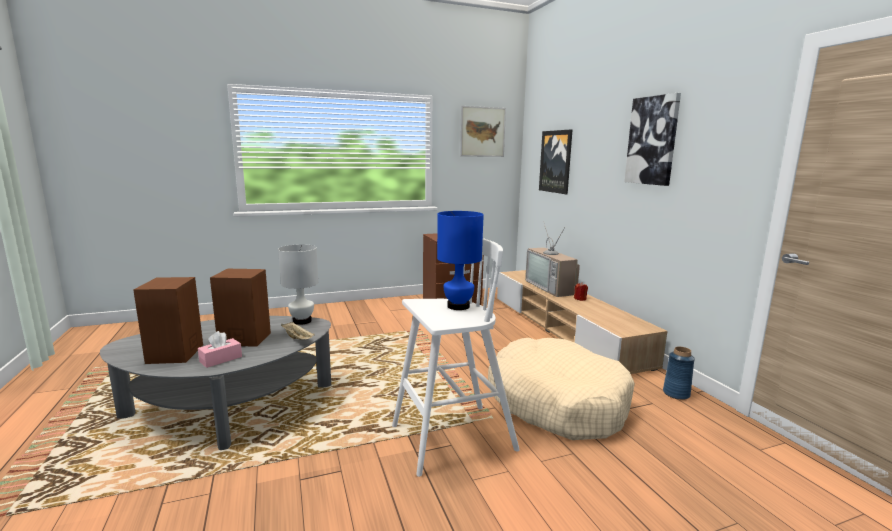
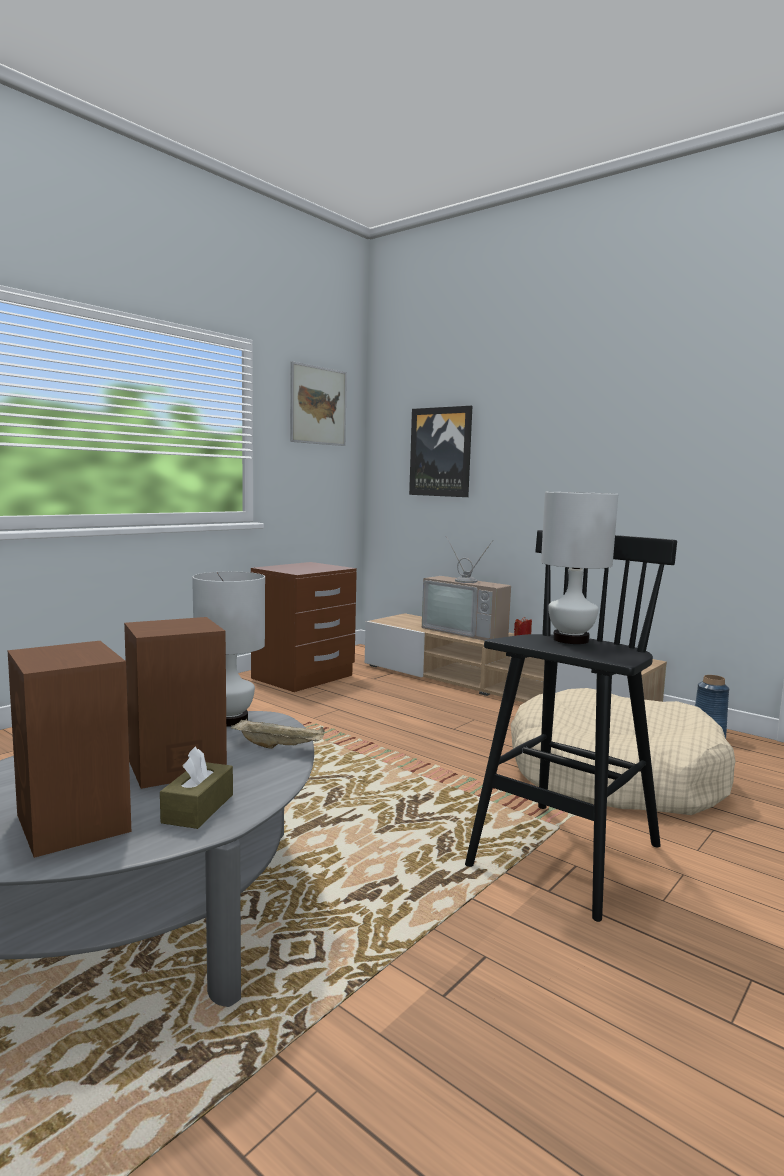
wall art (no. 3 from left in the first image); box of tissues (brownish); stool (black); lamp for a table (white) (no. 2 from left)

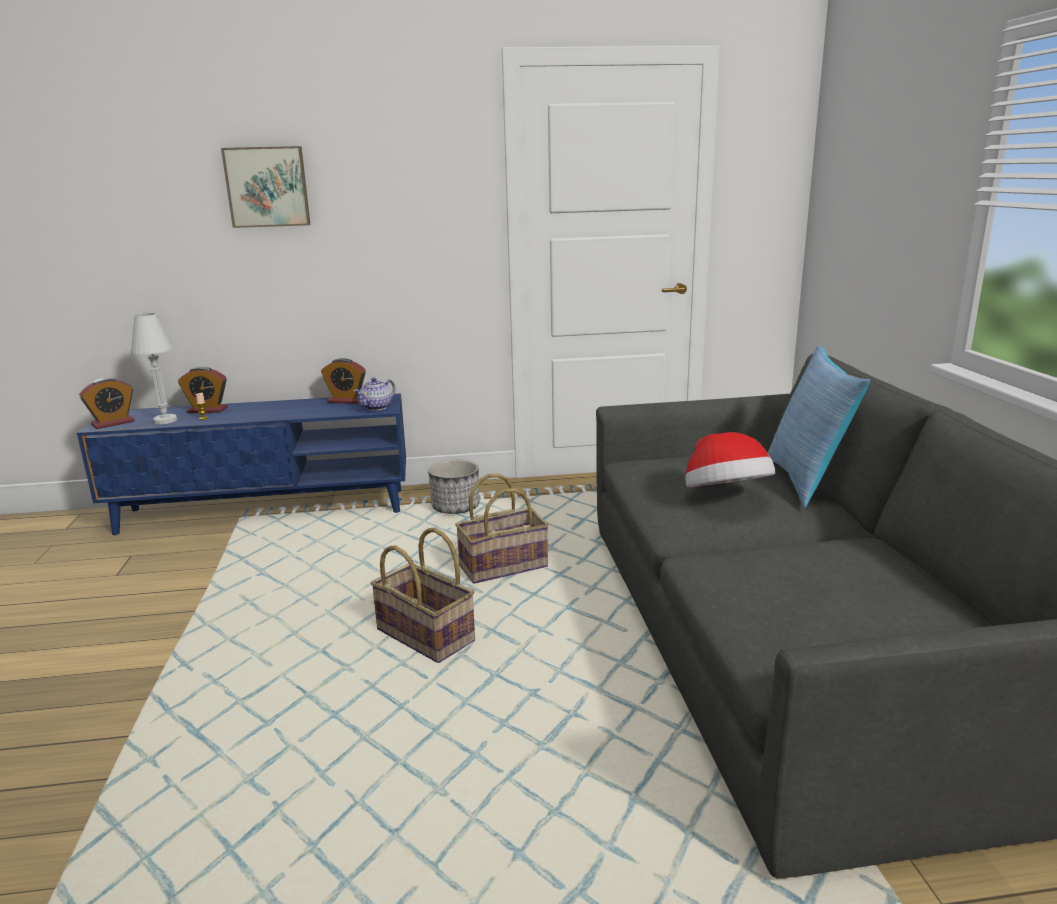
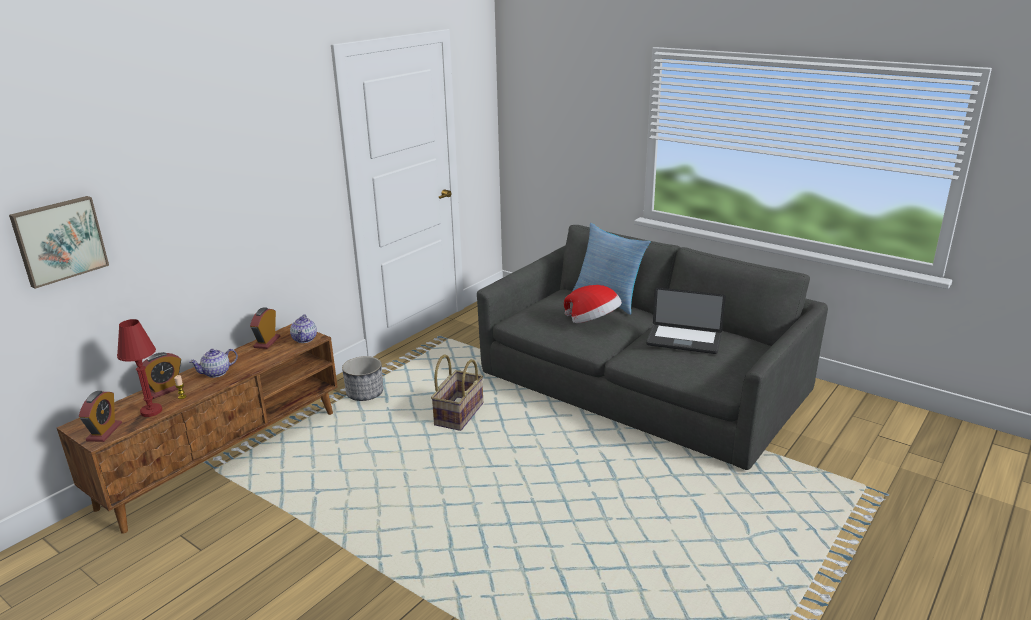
household basket (no. 1 from left in the first image); pot for tea (no. 1 from left); portable computer; wall art; tv stand (brownish); lamp for a table (reddish); alarm clock (no. 3 from left)

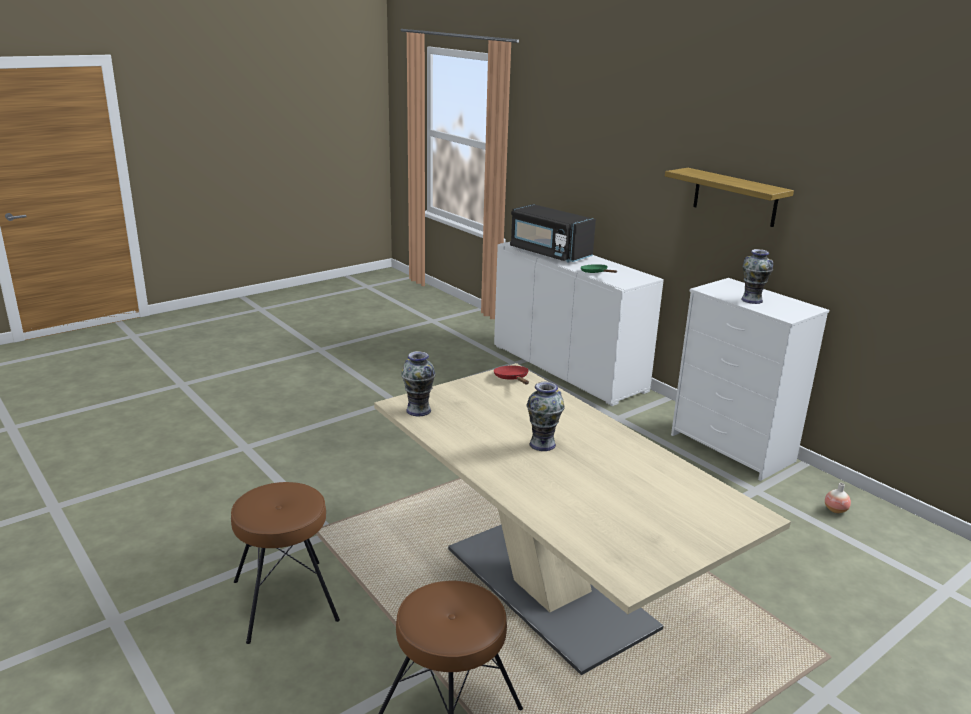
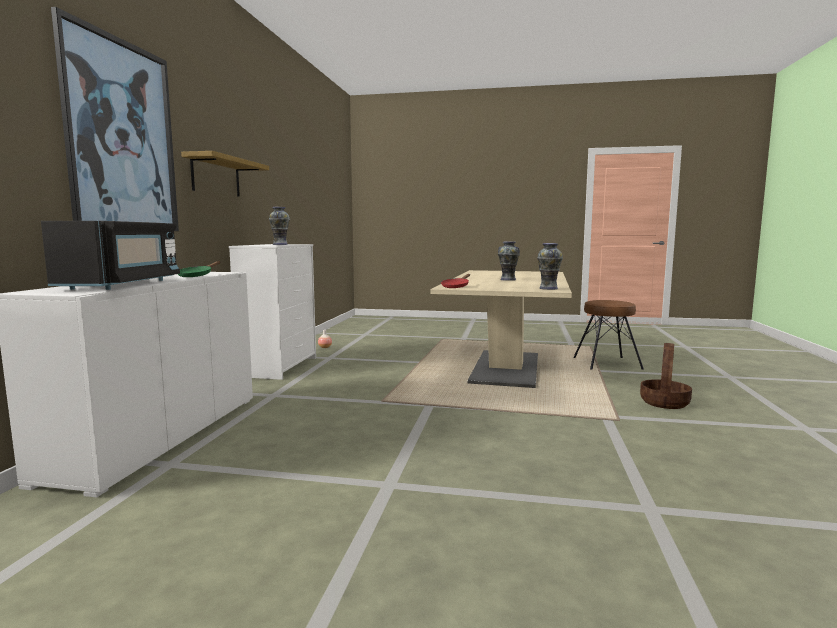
wall art; household basket

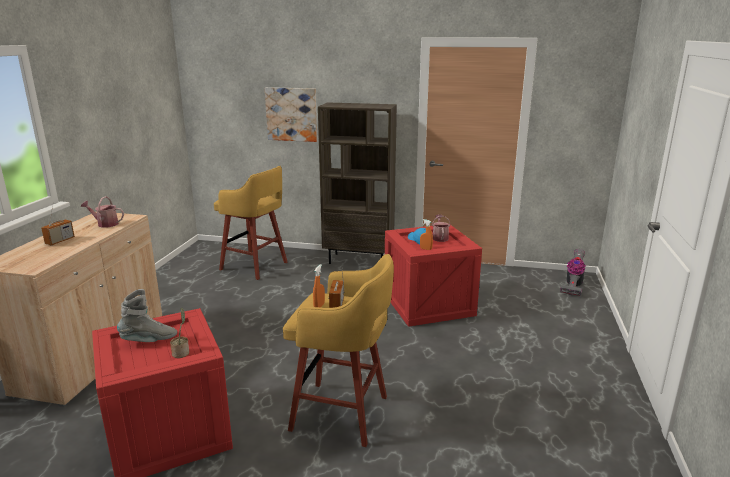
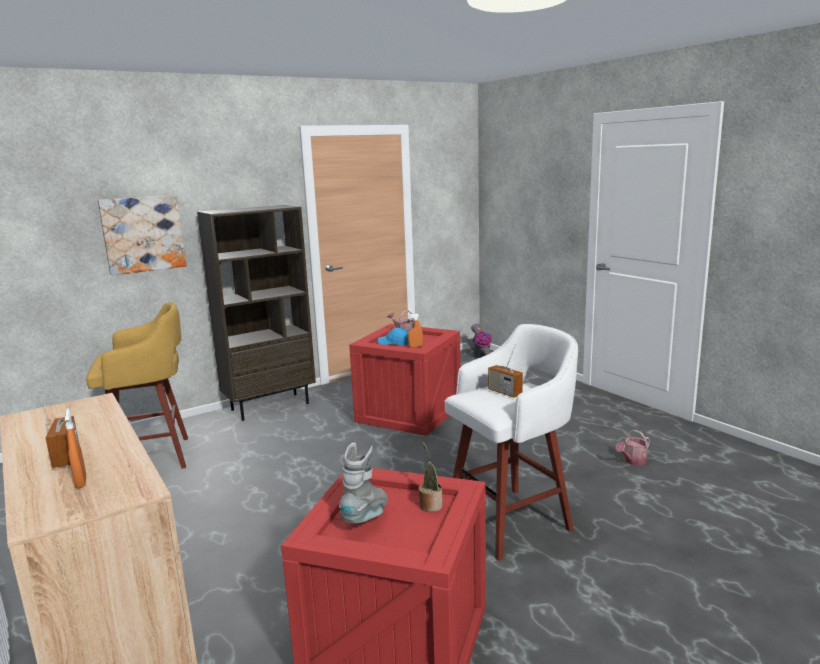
watering pot (no. 2 from left); hand sprayer (orange) (no. 1 from left); stool (white)

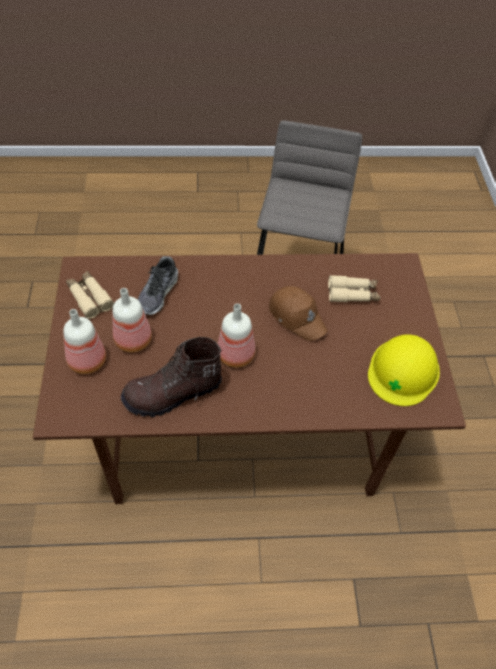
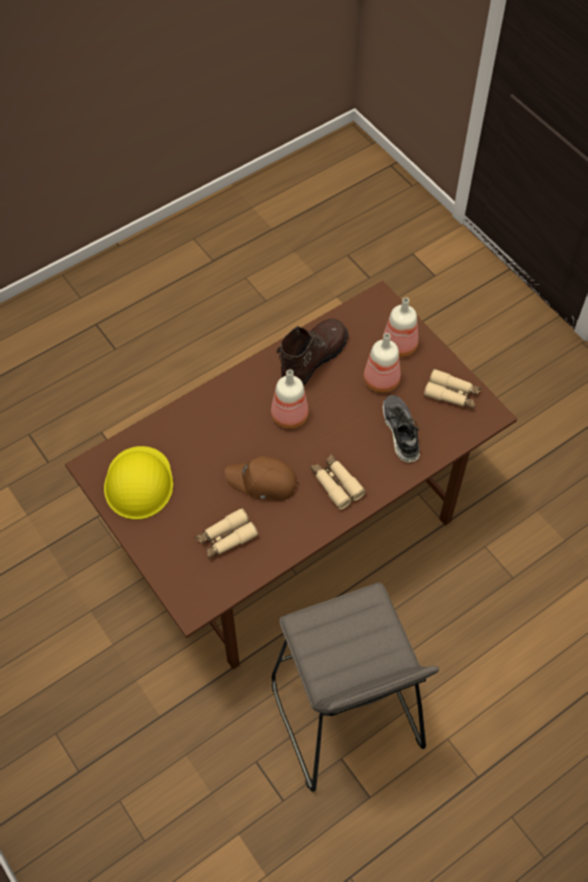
pair of binoculars (sand-coloured) (no. 2 from left)

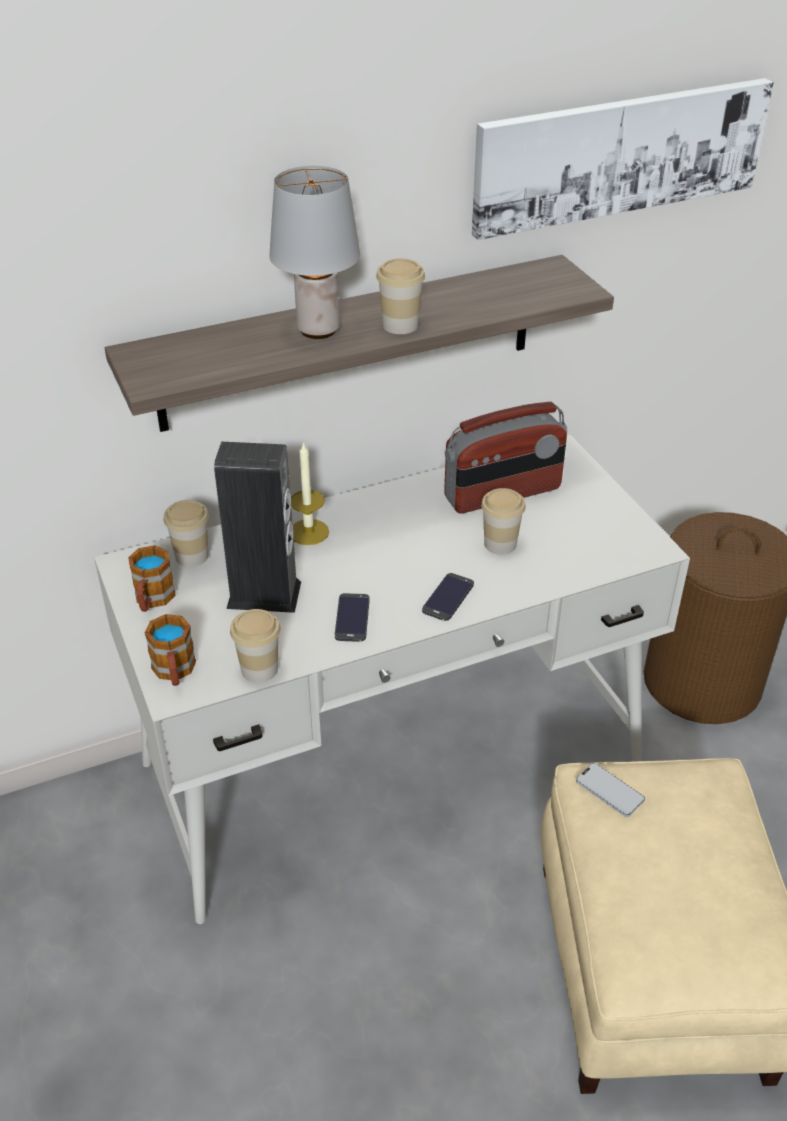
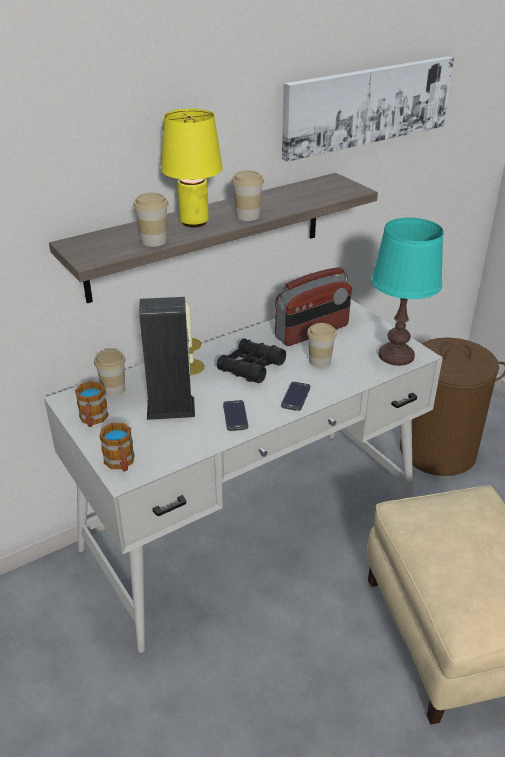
telephone (no. 3 from left in the first image); pair of binoculars (black); lamp for a table (turquoise-coloured); small cup (no. 2 from left); lamp for a table (yellow)

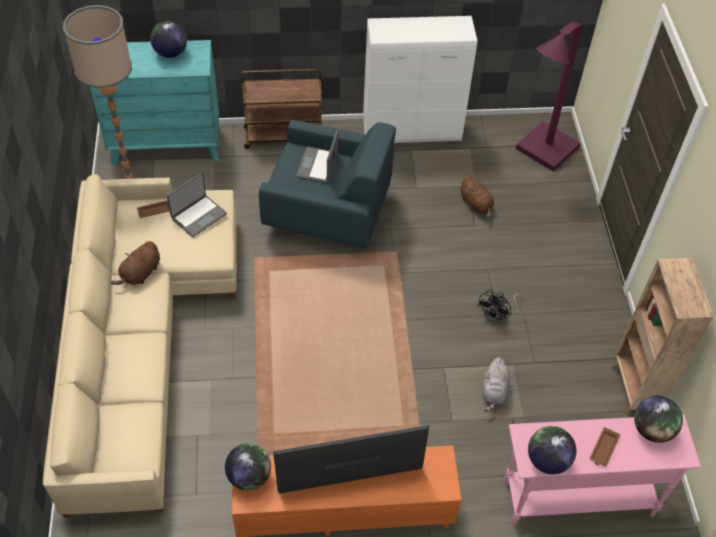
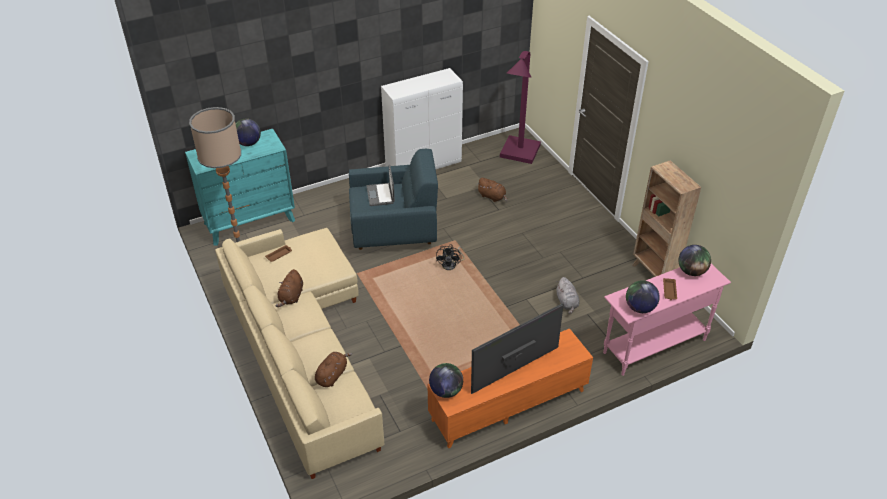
portable computer (no. 1 from left in the first image); cart (brownish); cuddly toy (brownish) (no. 2 from left); electric fan (black)

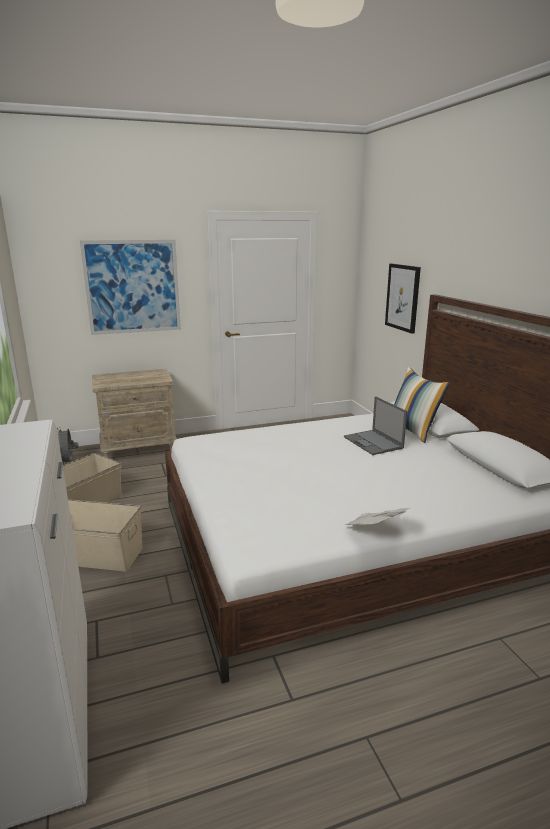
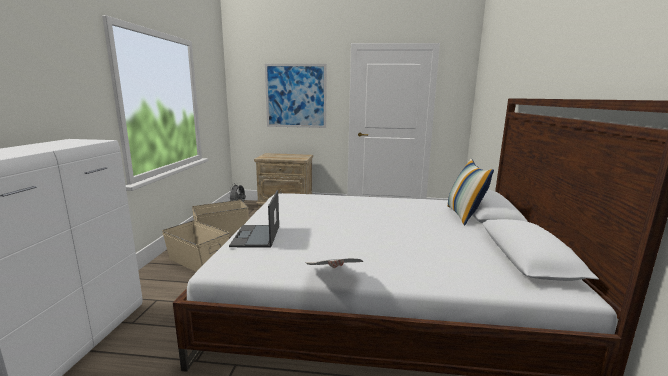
wall art (no. 2 from left in the first image); portable computer

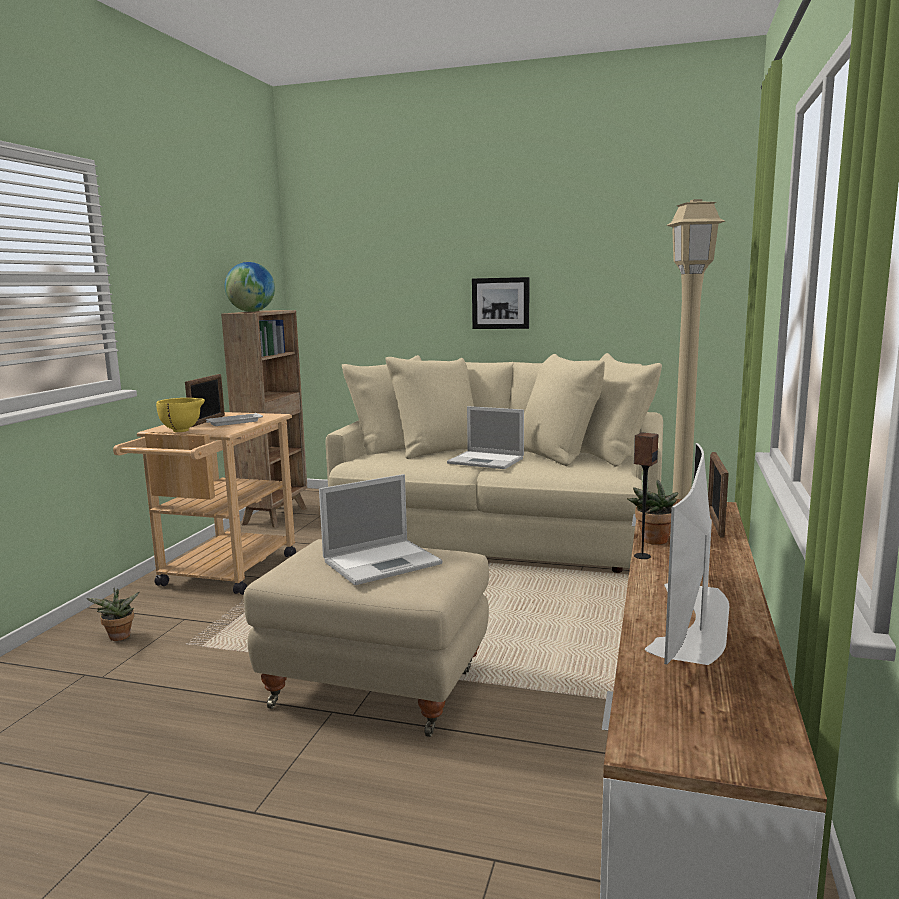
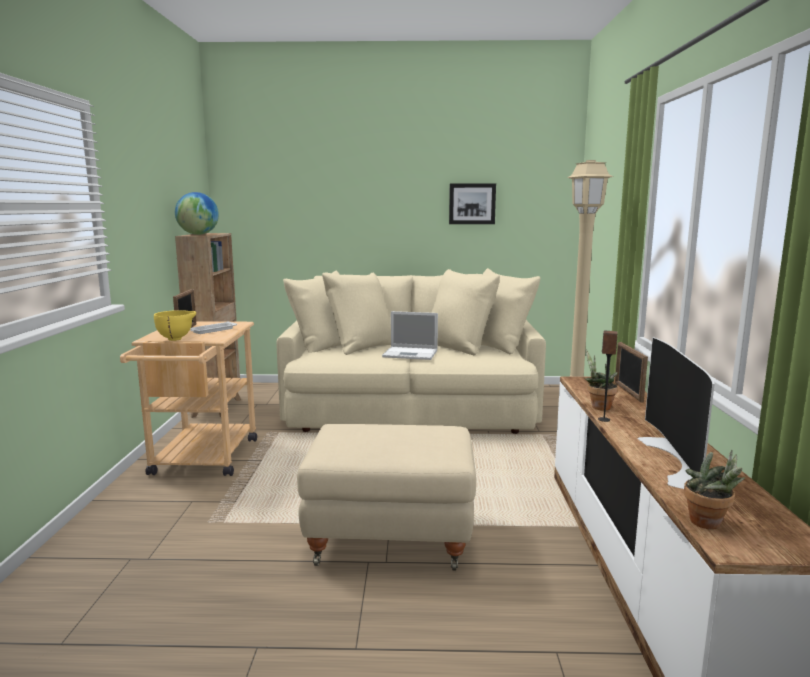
portable computer (no. 1 from left in the first image); potted plant (no. 2 from left); wall art

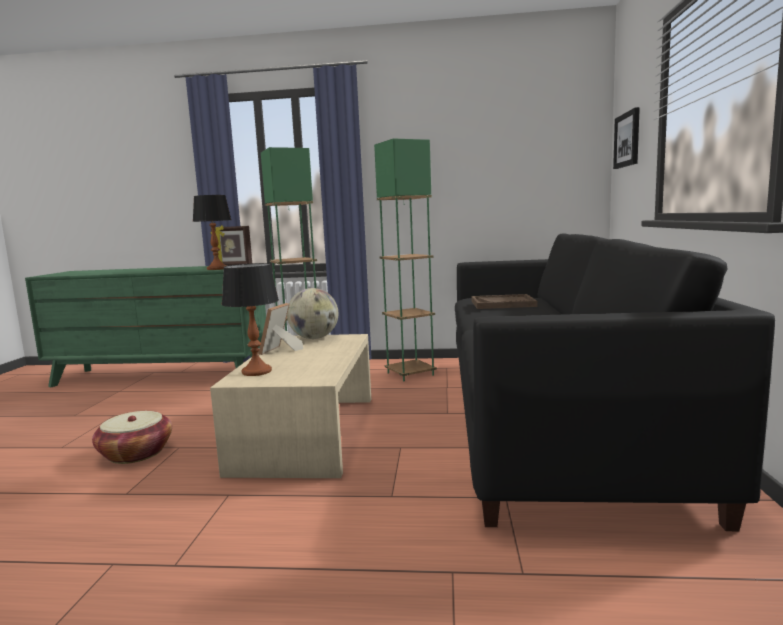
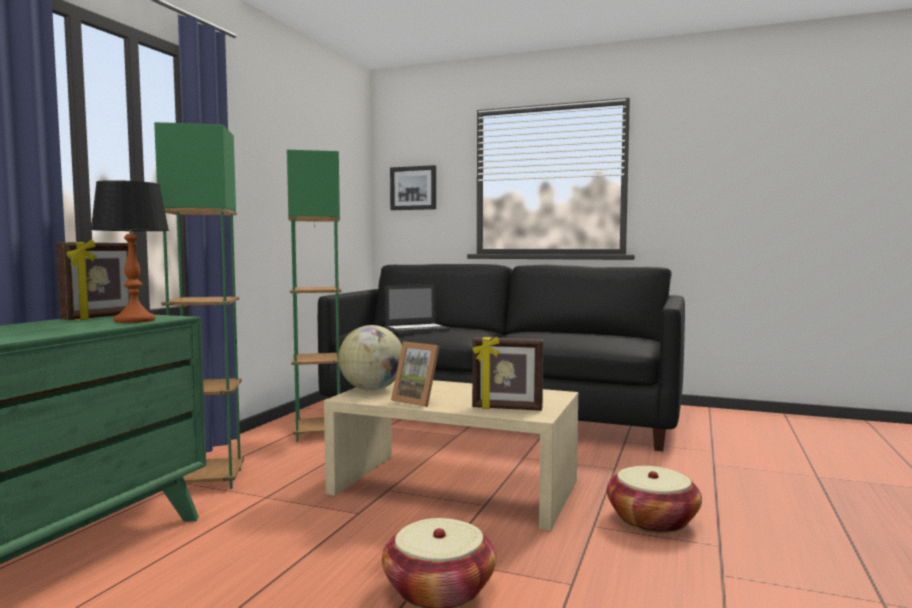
household basket (no. 2 from left); standing frame (no. 3 from left); portable computer

